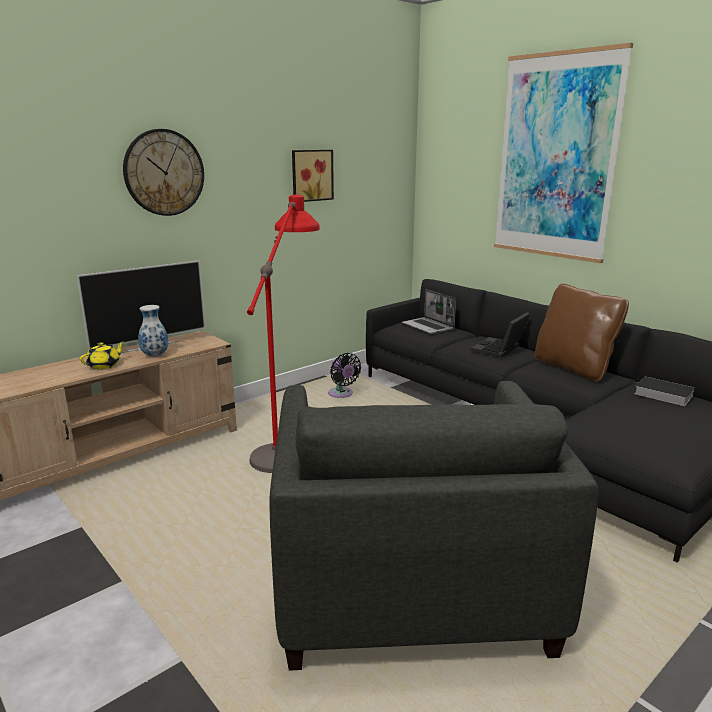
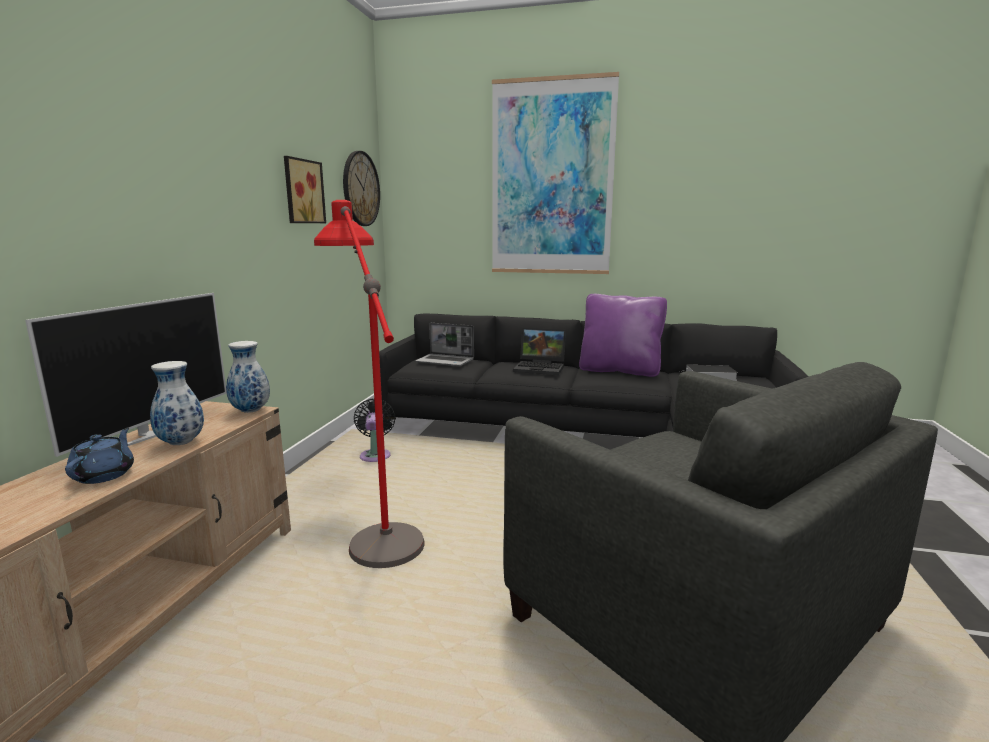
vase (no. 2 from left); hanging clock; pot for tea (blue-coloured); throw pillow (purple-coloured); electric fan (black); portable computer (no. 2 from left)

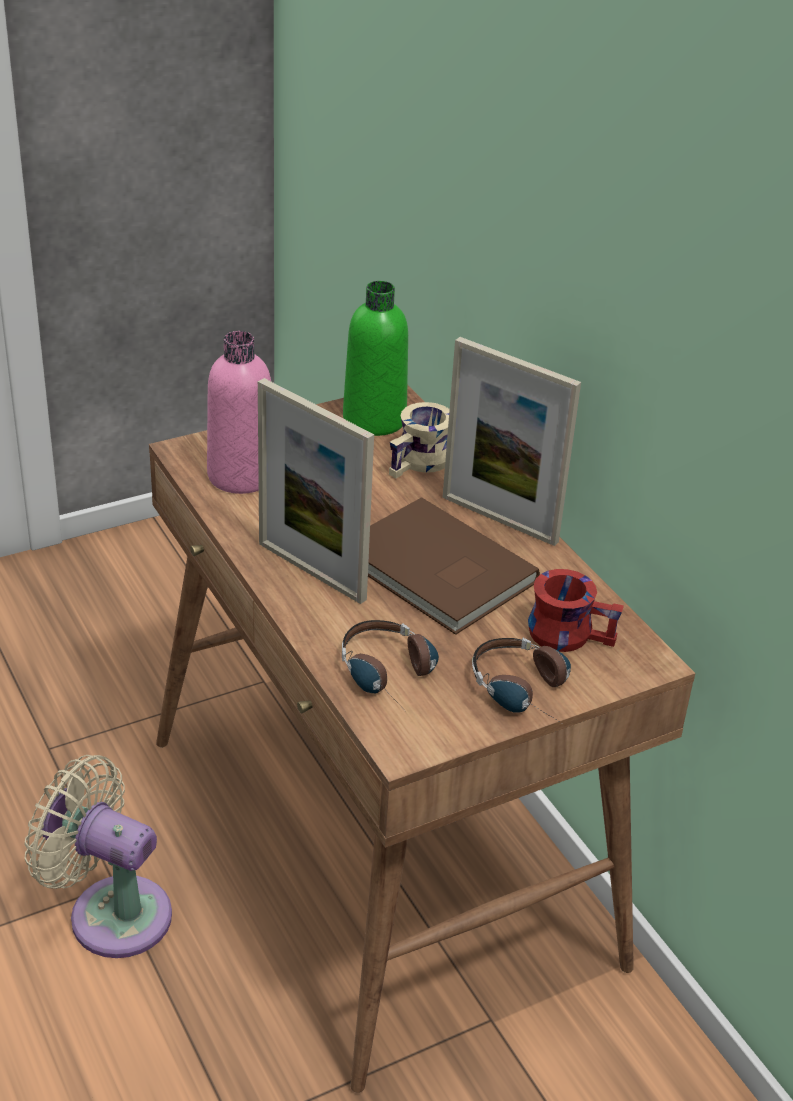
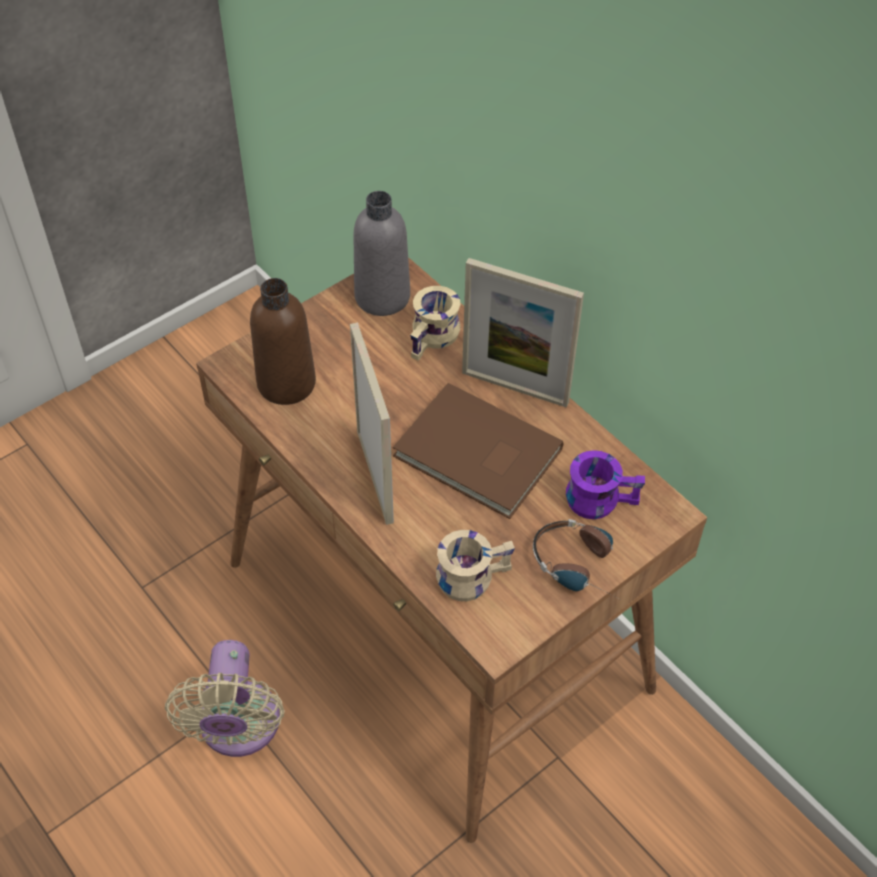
coffee mug (sand-coloured) (no. 2 from left); drink bottle (brownish); drink bottle (grey); coffee mug (purple-coloured); electric fan (sand-coloured); standing frame (no. 1 from left)

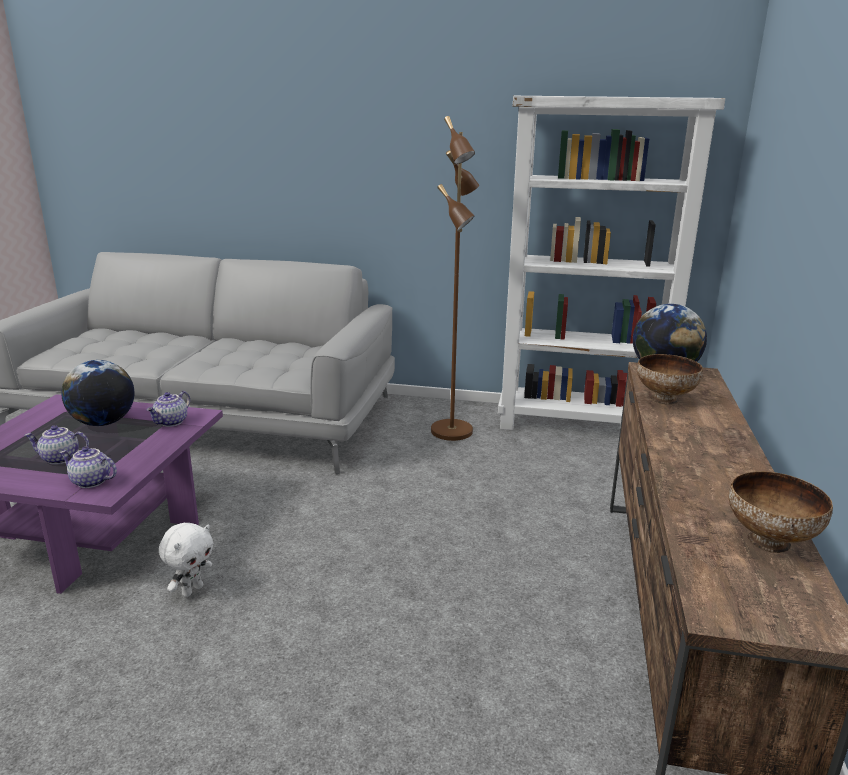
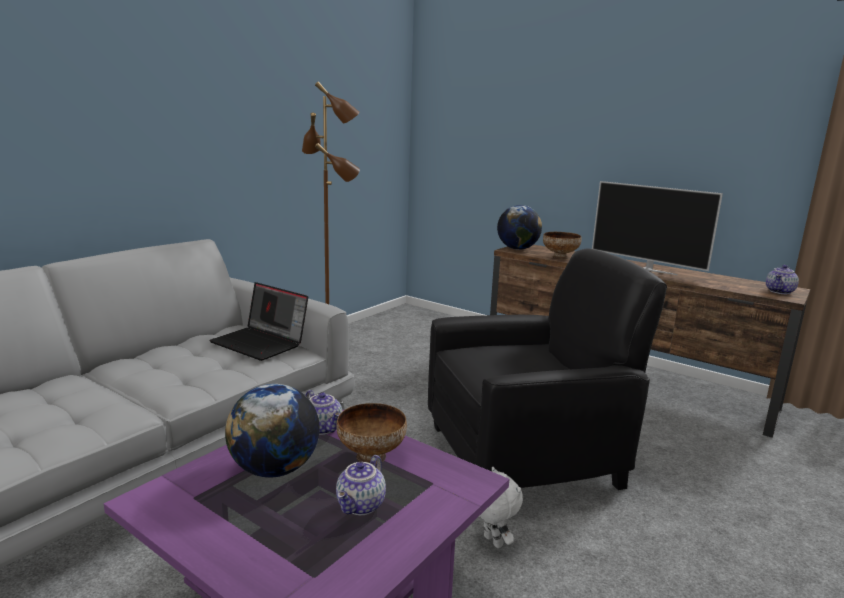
bookshelf (white); portable computer; armchair (black); TV set; pot for tea (no. 3 from left); bowl (no. 1 from left)

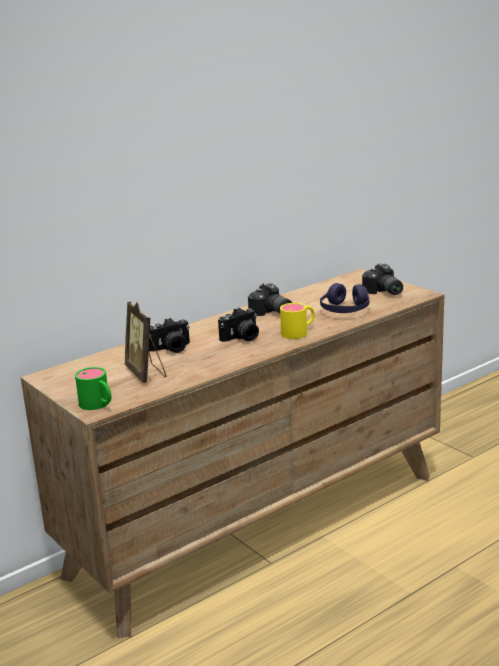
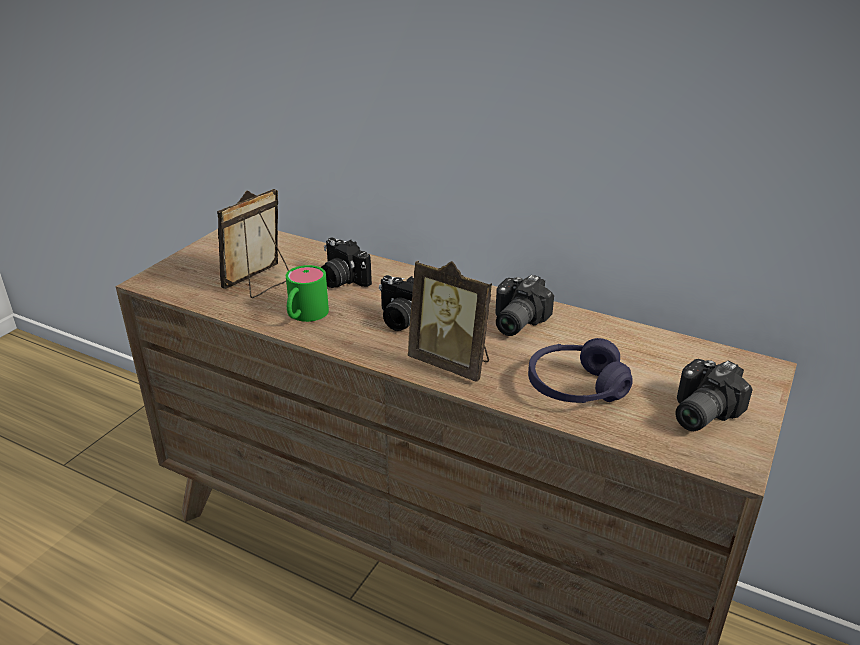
coffee mug (green-coloured); standing frame (no. 2 from left)

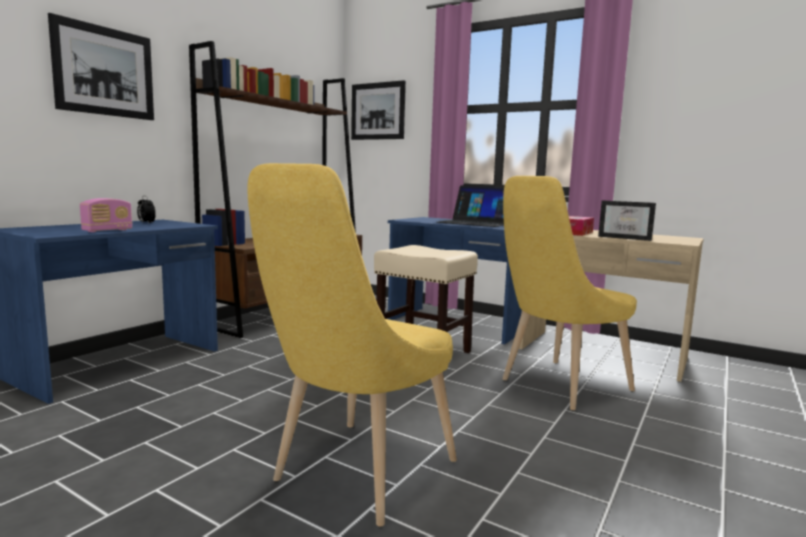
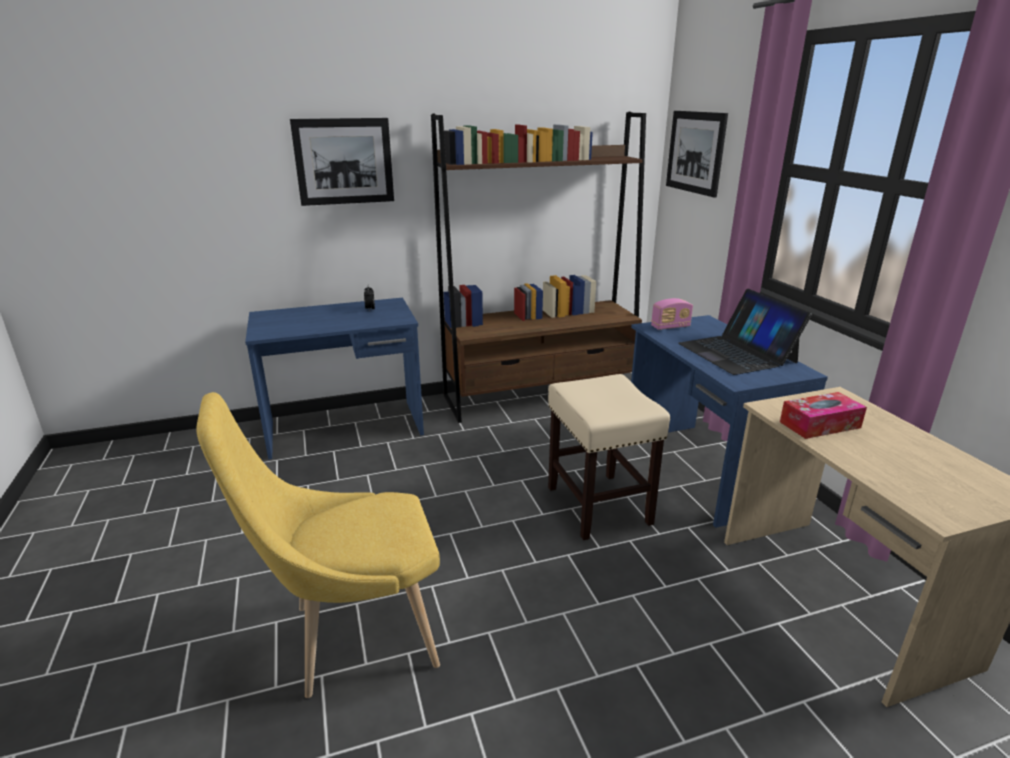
chair (yellow) (no. 2 from left in the first image); standing frame; radio receiver

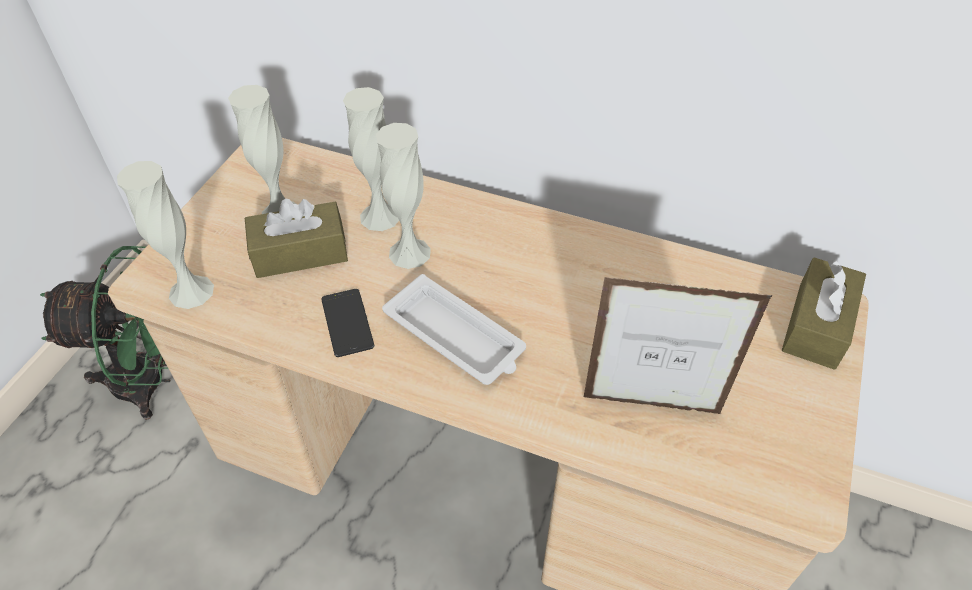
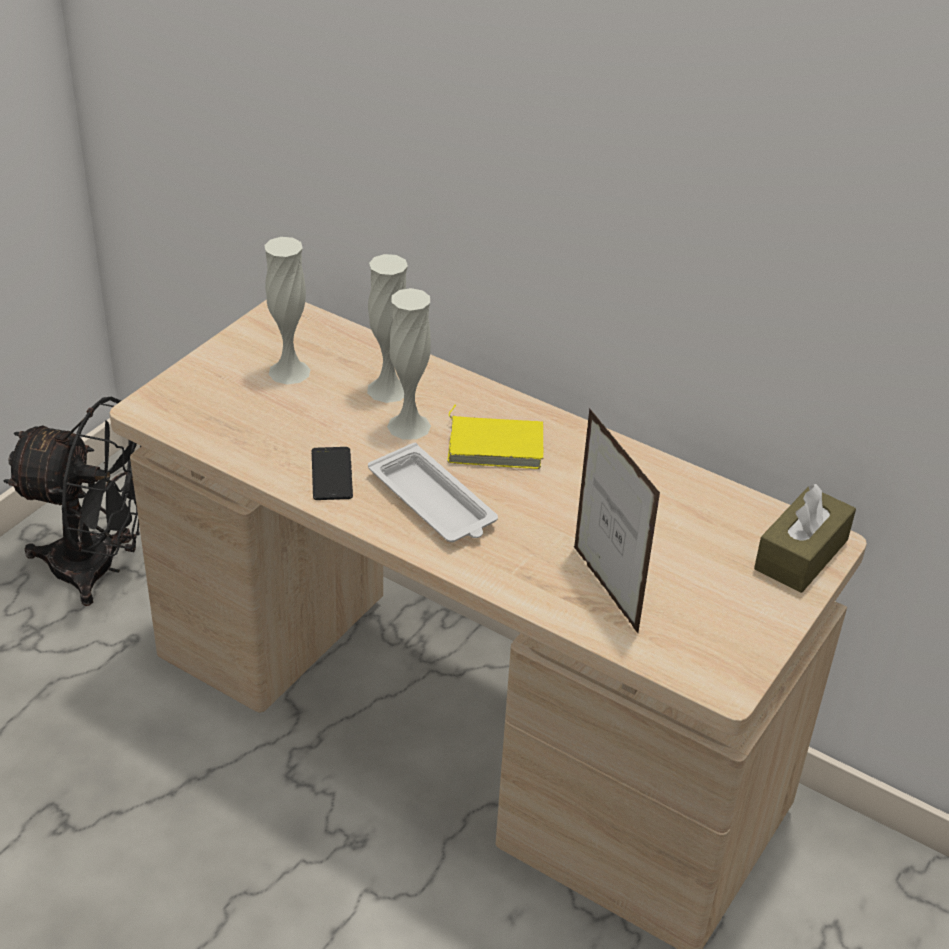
vase (white) (no. 1 from left in the first image); box of tissues (brownish) (no. 1 from left in the first image); bound book (yellow); electric fan (black); standing frame

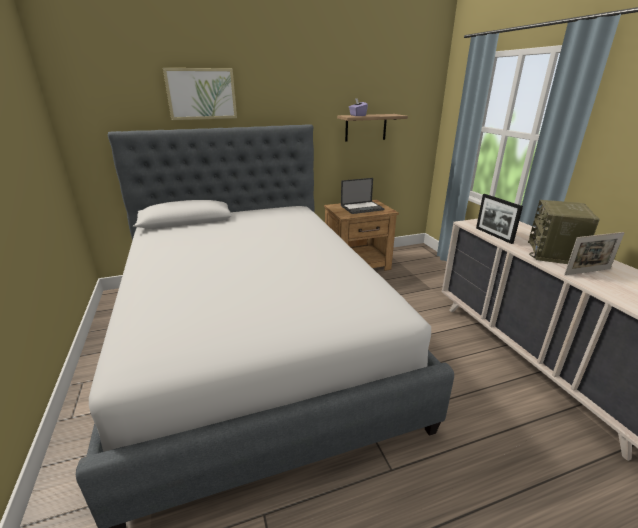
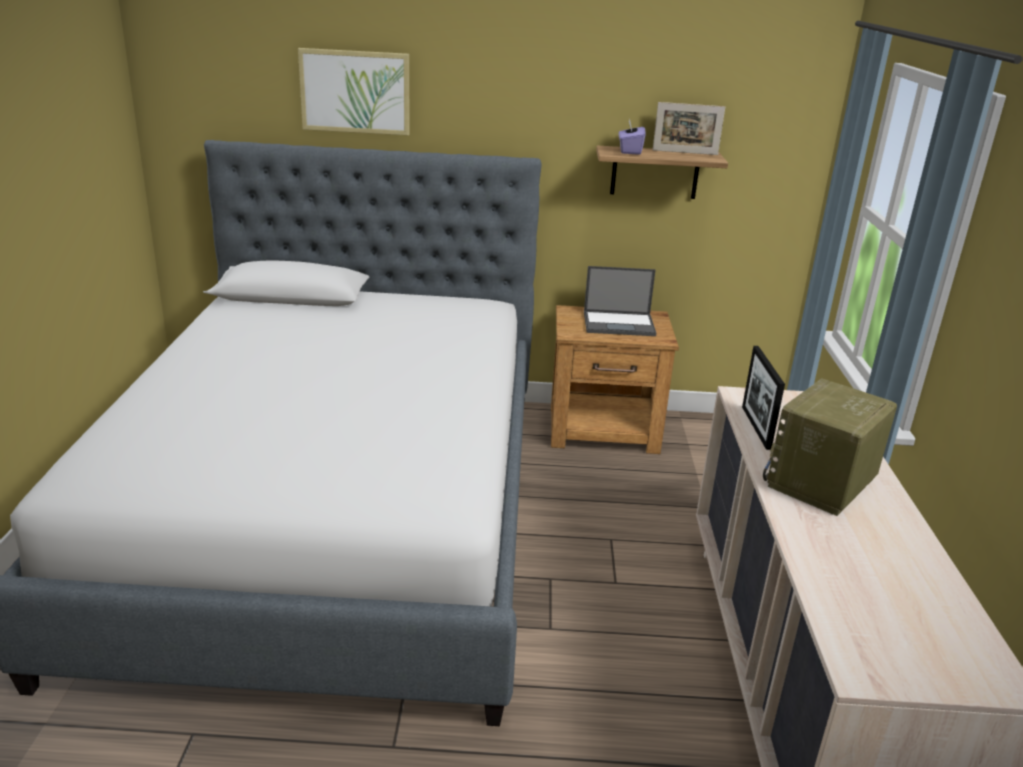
standing frame (no. 1 from left)

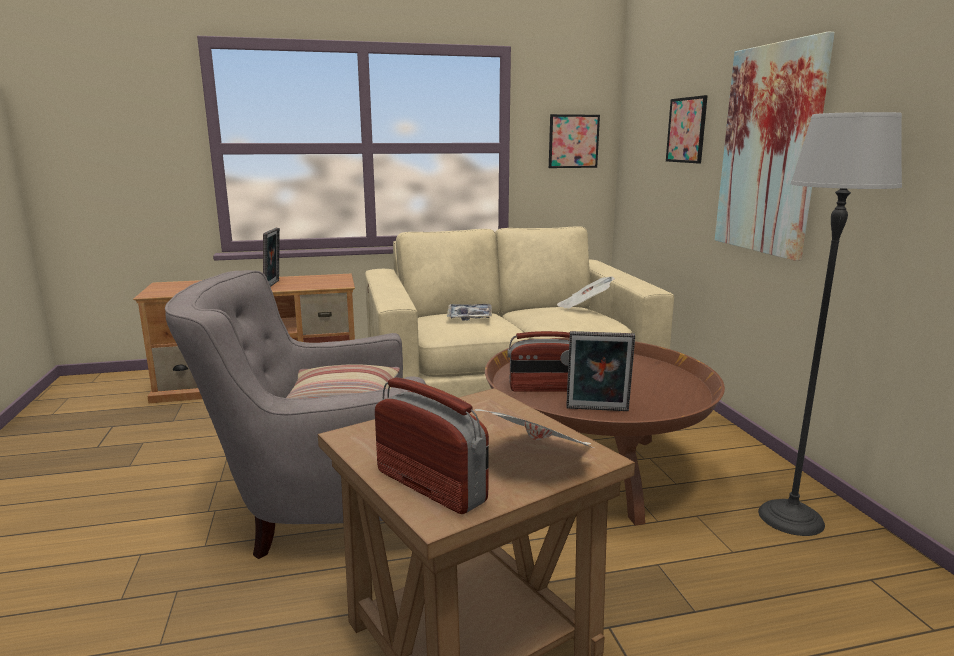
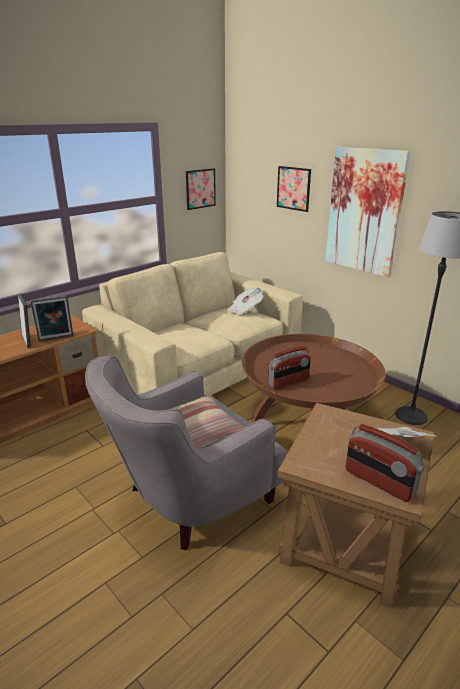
carrying tray; standing frame (no. 2 from left); radio receiver (no. 2 from left)

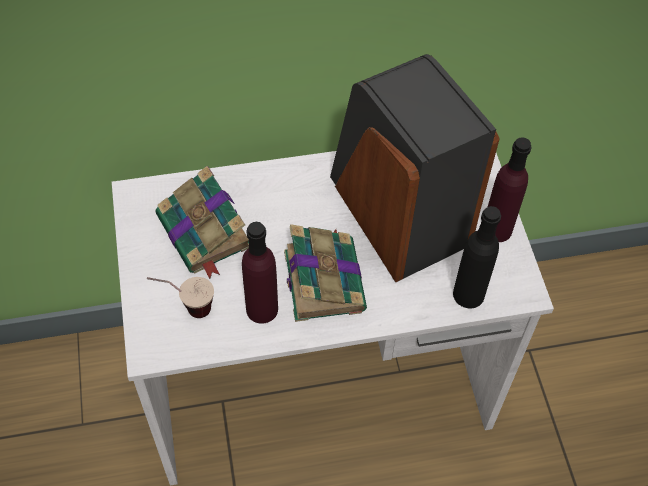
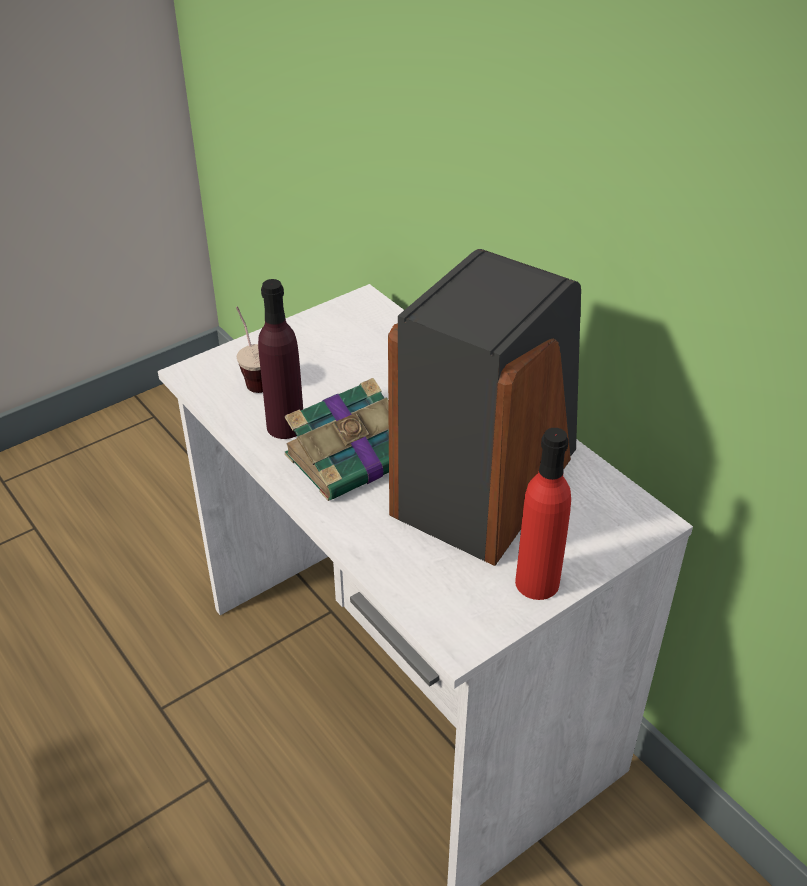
bound book (no. 1 from left in the first image); drink bottle (black); drink bottle (reddish)

